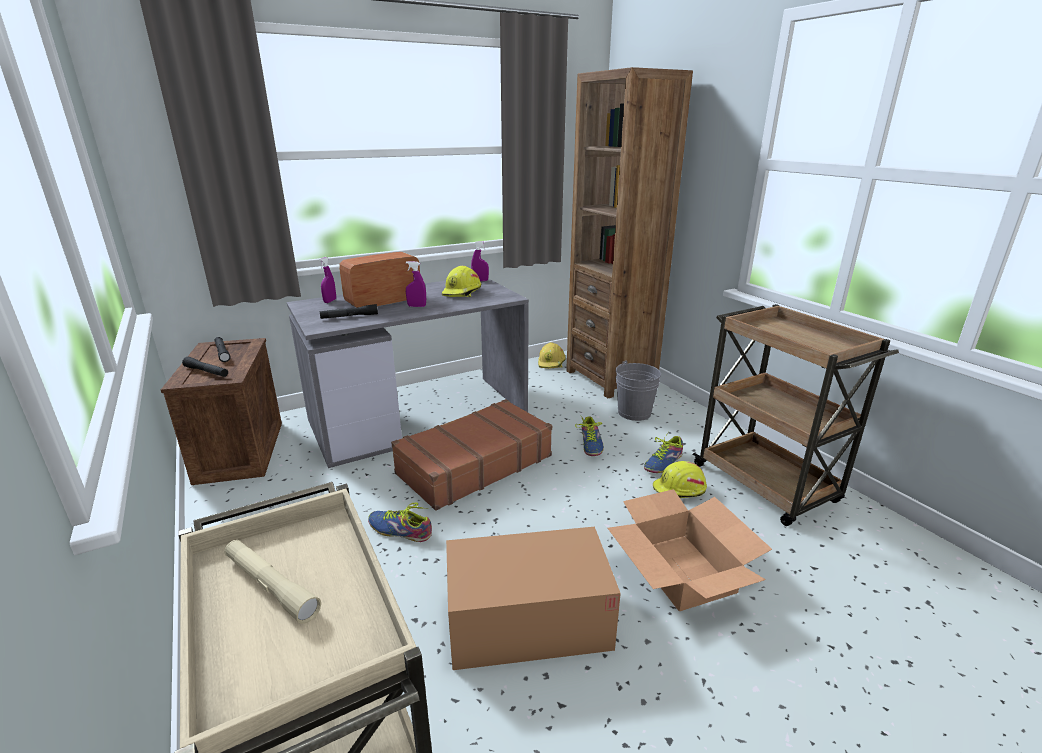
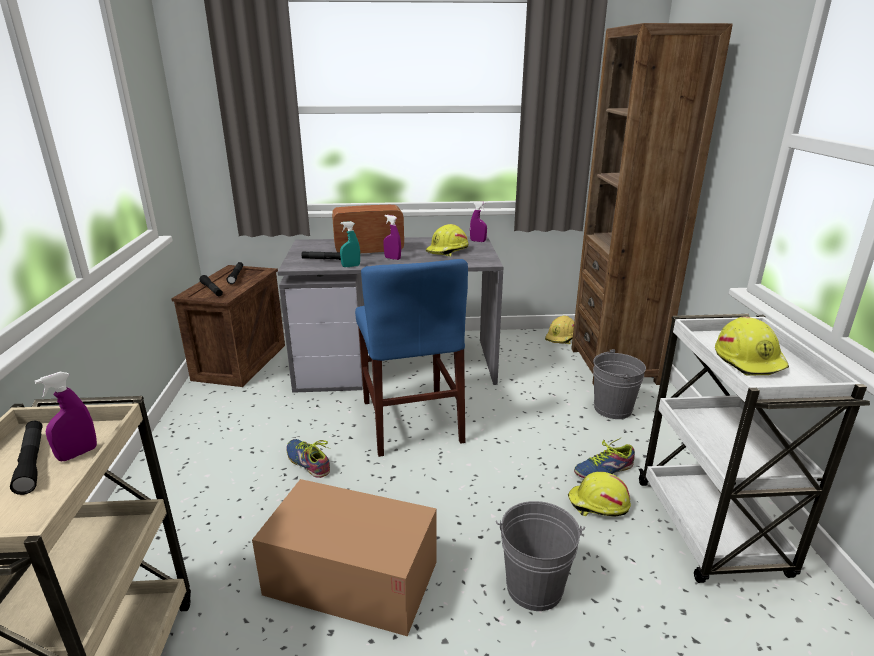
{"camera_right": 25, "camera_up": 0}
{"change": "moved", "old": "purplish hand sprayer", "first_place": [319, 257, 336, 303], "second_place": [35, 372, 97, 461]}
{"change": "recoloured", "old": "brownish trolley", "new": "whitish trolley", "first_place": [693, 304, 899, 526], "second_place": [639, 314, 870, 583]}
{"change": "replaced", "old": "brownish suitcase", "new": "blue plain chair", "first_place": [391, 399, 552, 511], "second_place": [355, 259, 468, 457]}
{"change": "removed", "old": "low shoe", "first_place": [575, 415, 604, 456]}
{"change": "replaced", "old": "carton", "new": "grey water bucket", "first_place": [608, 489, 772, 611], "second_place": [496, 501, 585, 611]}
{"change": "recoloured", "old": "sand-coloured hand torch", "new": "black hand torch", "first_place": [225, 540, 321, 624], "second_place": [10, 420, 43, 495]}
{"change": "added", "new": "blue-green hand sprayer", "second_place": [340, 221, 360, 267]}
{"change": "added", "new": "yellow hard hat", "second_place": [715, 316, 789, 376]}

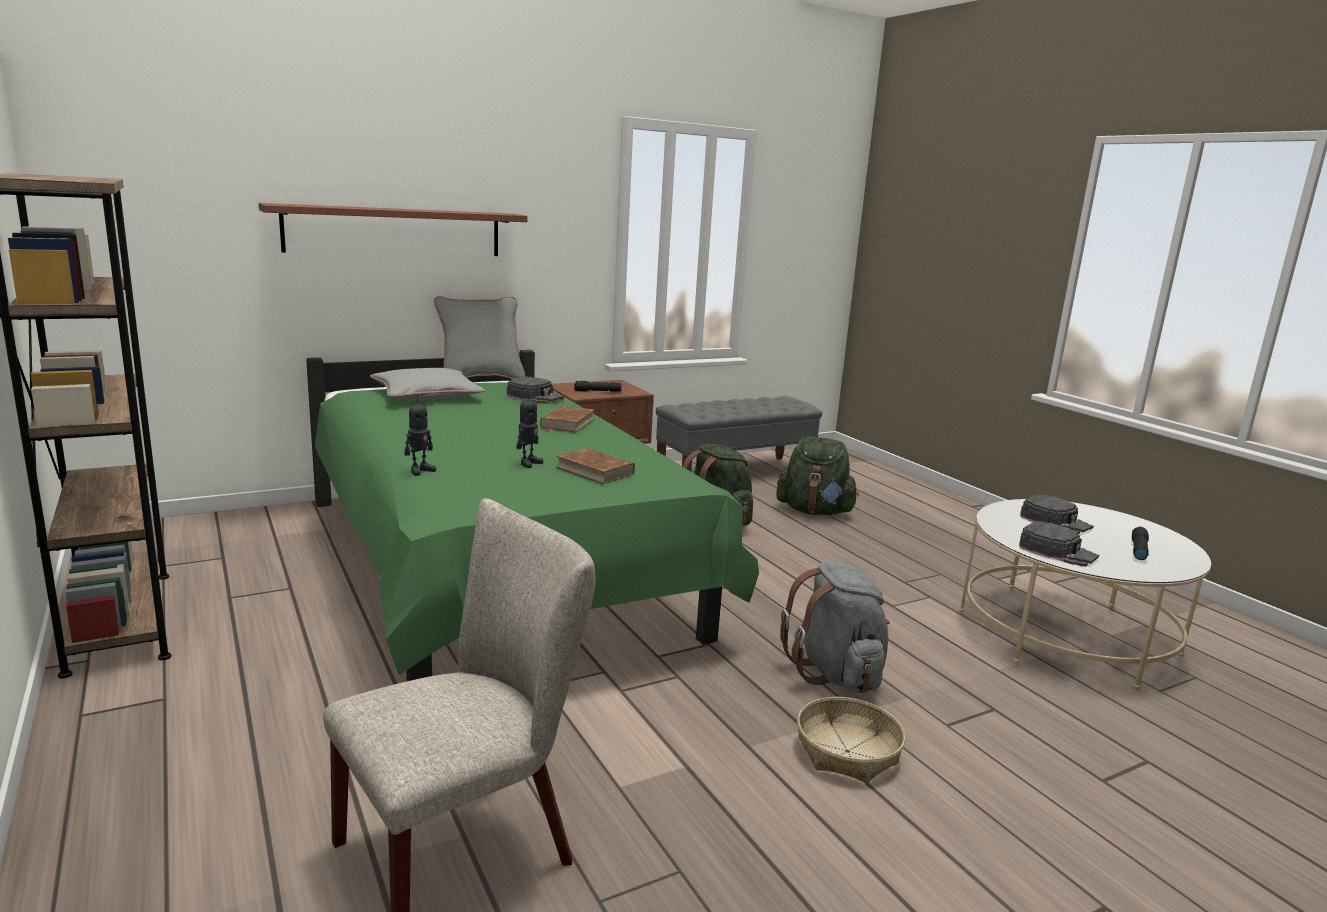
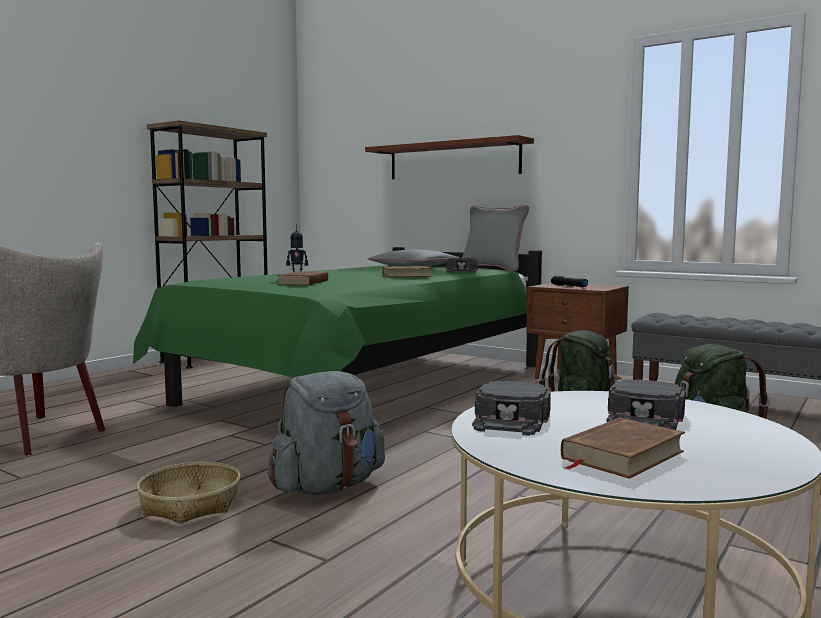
{"camera_right": 65, "camera_up": -10}
{"change": "removed", "old": "toy robot", "first_place": [405, 394, 436, 476]}
{"change": "replaced", "old": "black hand torch", "new": "brownish volume", "first_place": [1132, 527, 1149, 560], "second_place": [561, 418, 685, 479]}

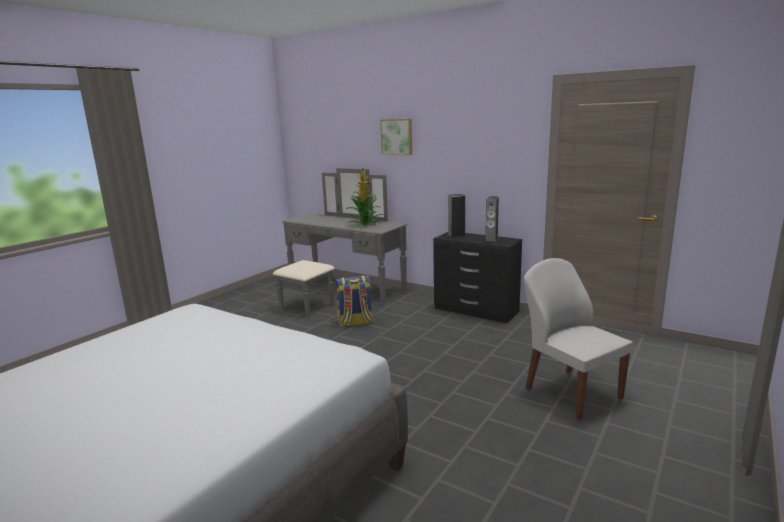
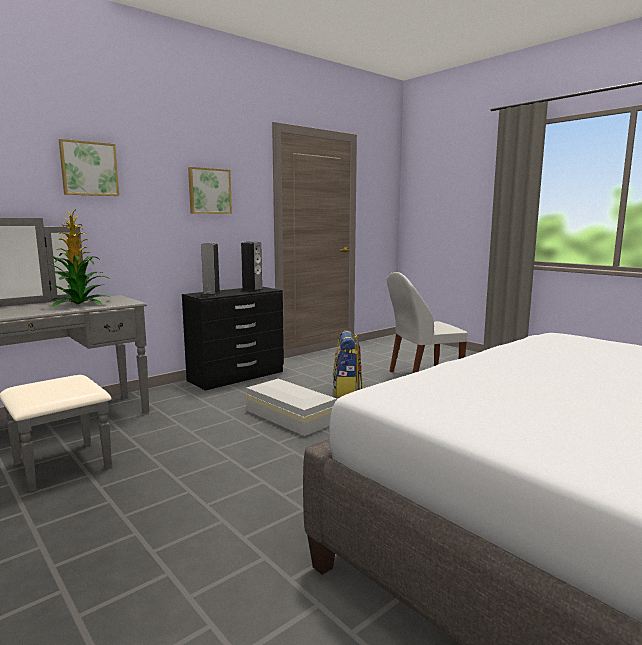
{"camera_right": -75, "camera_up": -5}
{"change": "moved", "old": "rucksack", "first_place": [335, 275, 373, 327], "second_place": [333, 331, 363, 397]}
{"change": "added", "new": "wall picture", "second_place": [188, 167, 232, 214]}
{"change": "added", "new": "whitish storage box", "second_place": [245, 379, 337, 436]}

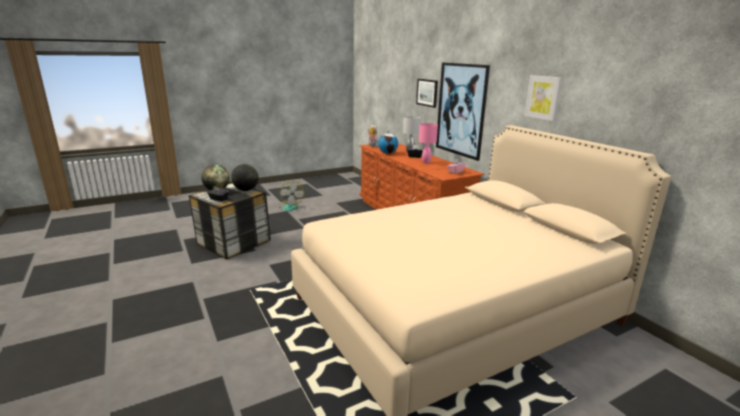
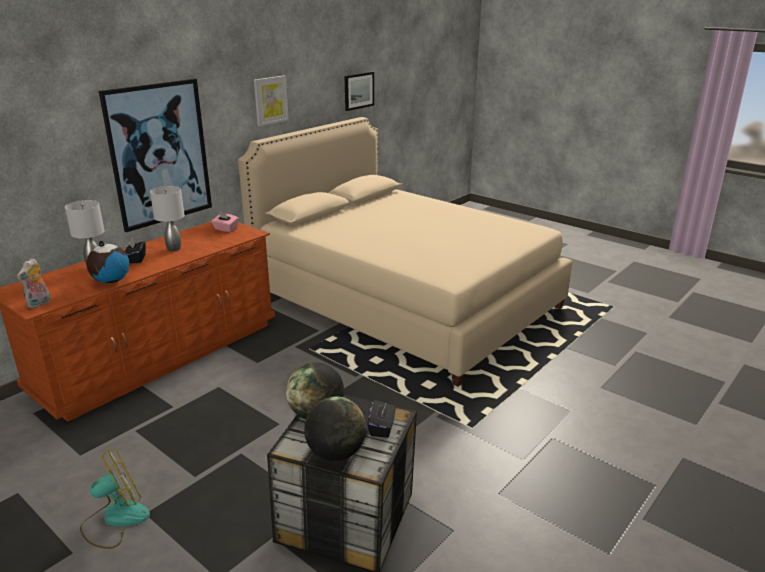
{"camera_right": -110, "camera_up": 5}
{"change": "moved", "old": "wall picture", "first_place": [416, 79, 438, 108], "second_place": [344, 72, 374, 111]}
{"change": "recoloured", "old": "pink table lamp", "new": "grey table lamp", "first_place": [419, 123, 438, 163], "second_place": [150, 186, 185, 251]}

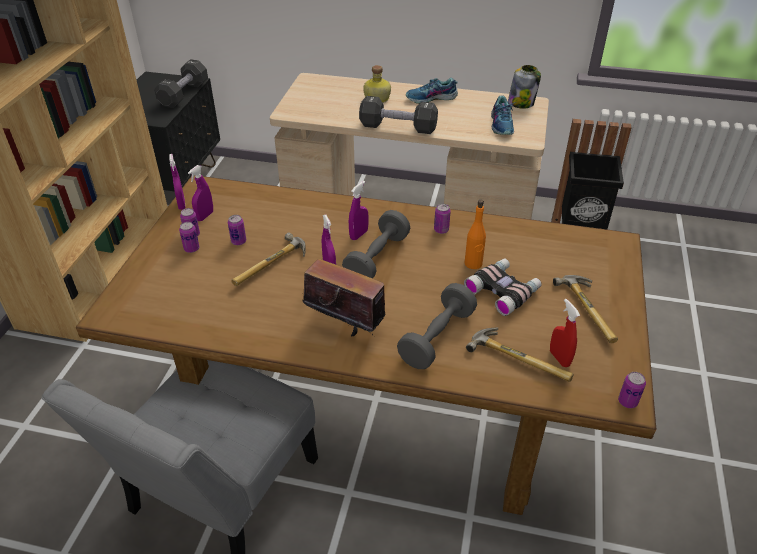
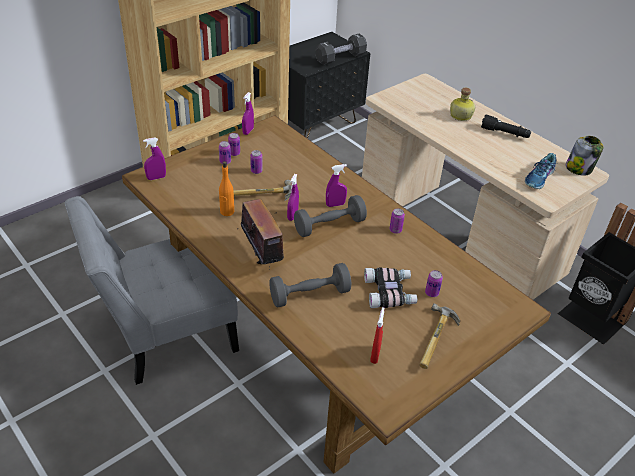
{"camera_right": 35, "camera_up": 0}
{"change": "replaced", "old": "low shoe", "new": "black hand torch", "first_place": [406, 78, 458, 104], "second_place": [481, 114, 531, 138]}
{"change": "removed", "old": "black dumbbell", "first_place": [359, 96, 438, 134]}
{"change": "moved", "old": "purplish hand sprayer", "first_place": [188, 165, 213, 221], "second_place": [143, 137, 166, 180]}
{"change": "moved", "old": "orange-coloured beverage bottle", "first_place": [464, 200, 486, 269], "second_place": [219, 161, 234, 216]}
{"change": "removed", "old": "hand hammer", "first_place": [466, 327, 574, 382]}
{"change": "moved", "old": "sealed can", "first_place": [618, 372, 646, 408], "second_place": [425, 270, 443, 297]}

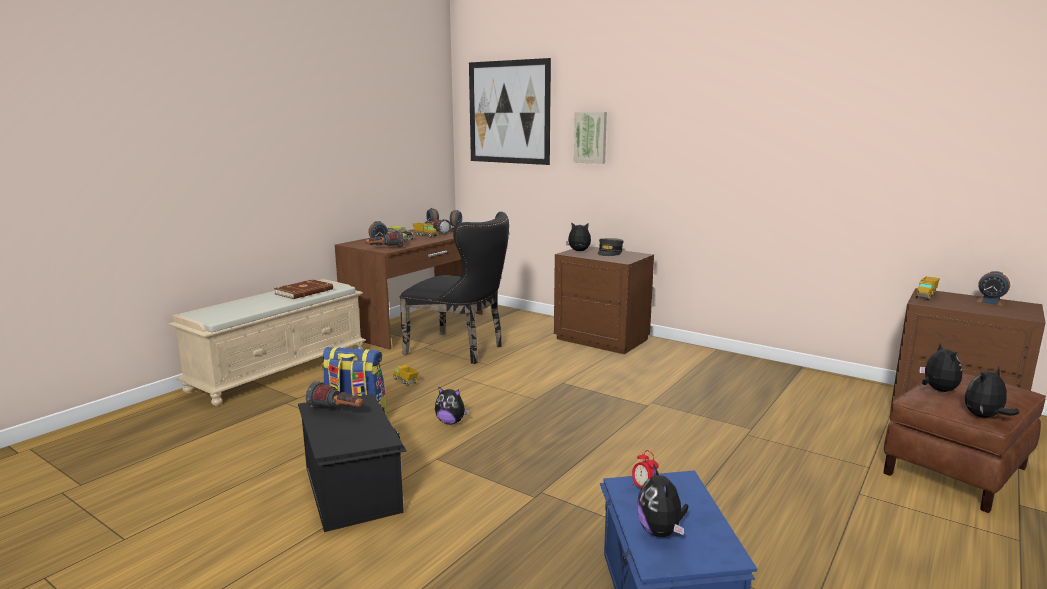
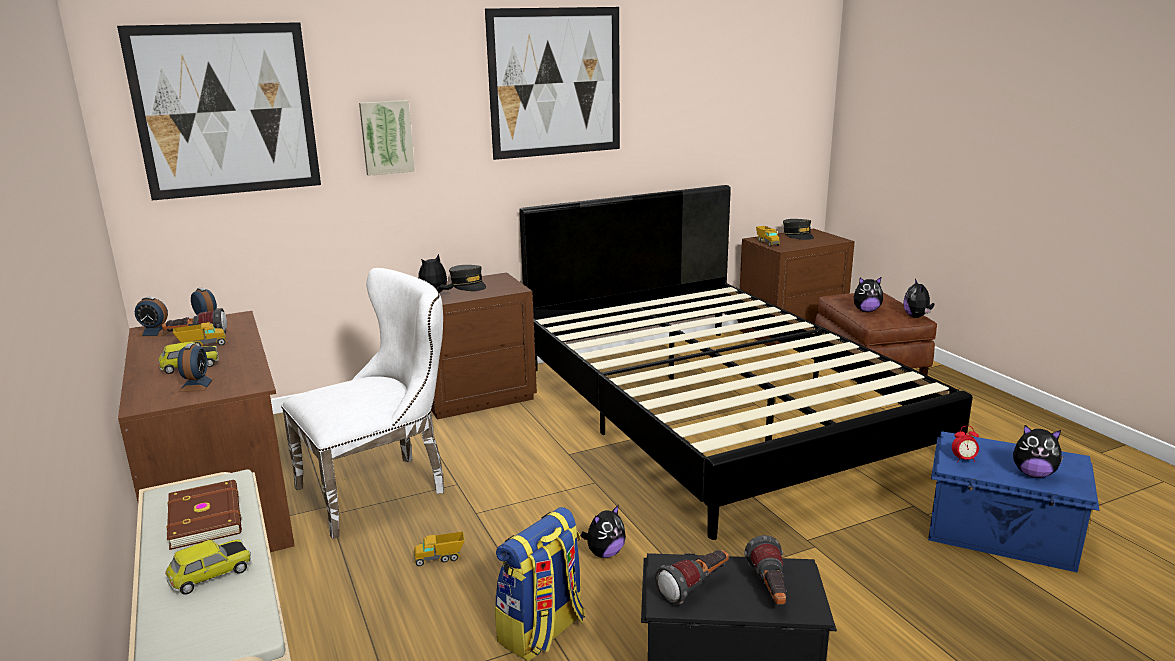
{"camera_right": -60, "camera_up": 5}
{"change": "recoloured", "old": "black plain chair", "new": "whitish plain chair", "first_place": [400, 212, 509, 364], "second_place": [281, 268, 444, 539]}
{"change": "moved", "old": "hand torch", "first_place": [365, 230, 404, 247], "second_place": [744, 535, 787, 605]}
{"change": "replaced", "old": "bedside clock", "new": "grey peaked cap", "first_place": [977, 271, 1010, 306], "second_place": [783, 219, 814, 240]}
{"change": "turned", "old": "cuddly toy", "first_place": [919, 343, 962, 392], "second_place": [854, 277, 883, 312], "degrees": 150}
{"change": "added", "new": "wall picture", "second_place": [485, 7, 620, 160]}
{"change": "added", "new": "black bed", "second_place": [519, 185, 973, 540]}
{"change": "added", "new": "model car", "second_place": [165, 539, 251, 595]}

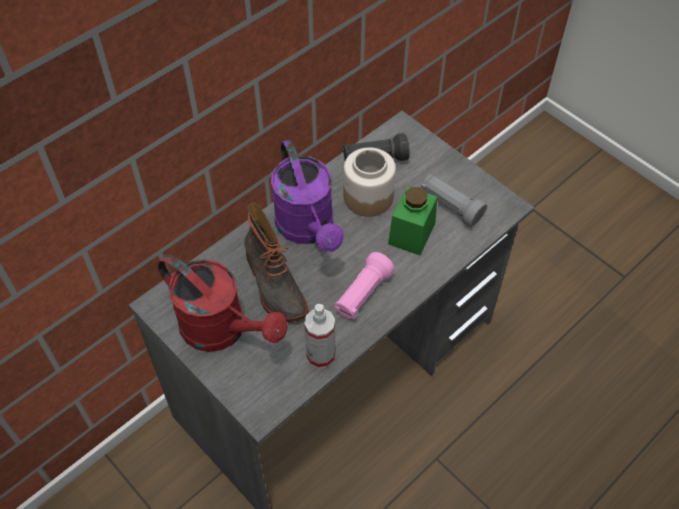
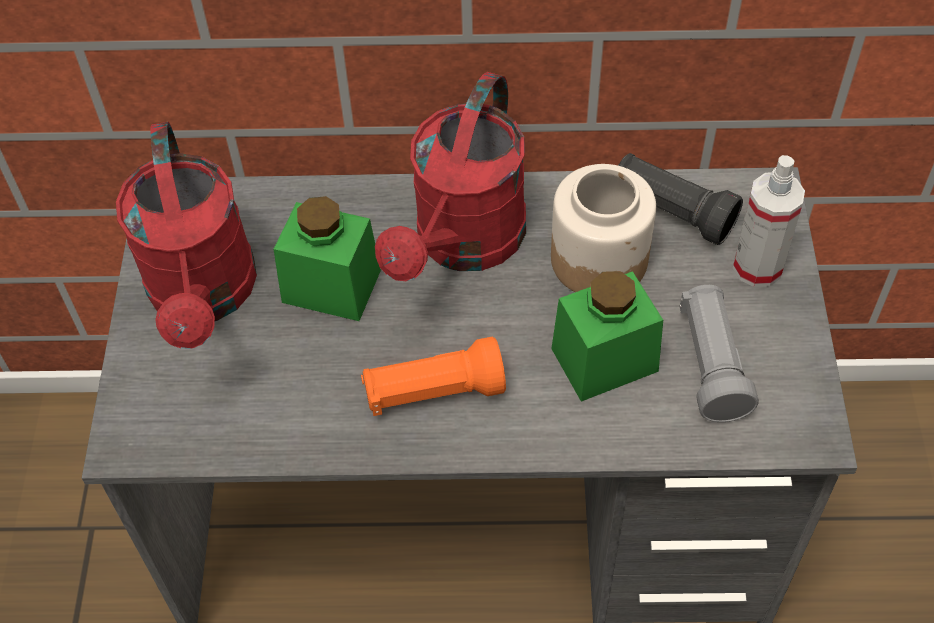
{"camera_right": 45, "camera_up": 0}
{"change": "recoloured", "old": "purplish sprinkling can", "new": "reddish sprinkling can", "first_place": [271, 140, 344, 252], "second_place": [375, 72, 526, 281]}
{"change": "replaced", "old": "boot", "new": "greenish preserve jar", "first_place": [244, 203, 308, 322], "second_place": [274, 196, 381, 321]}
{"change": "recoloured", "old": "pink hand torch", "new": "orange-coloured hand torch", "first_place": [335, 252, 395, 320], "second_place": [361, 337, 506, 416]}
{"change": "moved", "old": "hand sprayer", "first_place": [304, 304, 335, 369], "second_place": [733, 155, 805, 287]}

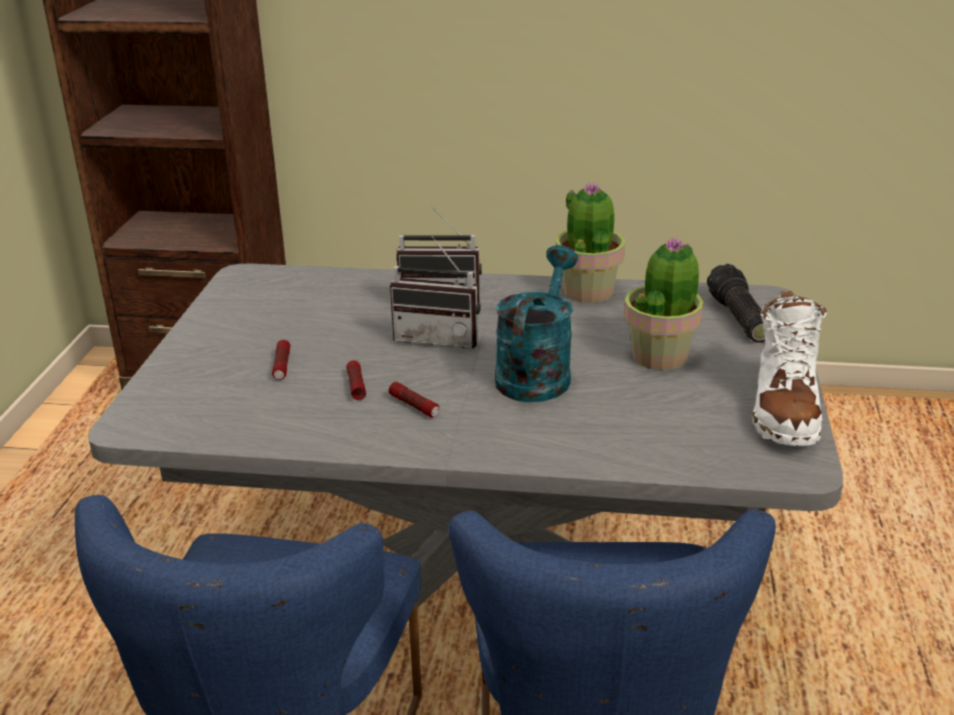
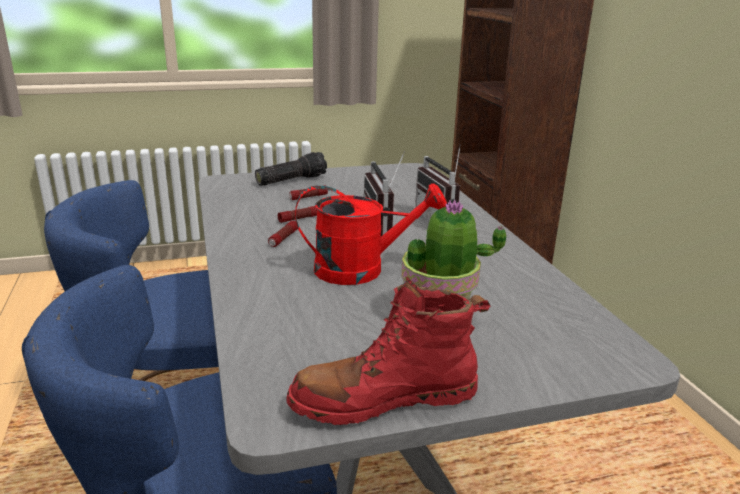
{"camera_right": 65, "camera_up": -5}
{"change": "removed", "old": "potted plant", "first_place": [556, 182, 625, 303]}
{"change": "recoloured", "old": "blue-green sprinkling can", "new": "reddish sprinkling can", "first_place": [495, 245, 578, 402], "second_place": [295, 183, 447, 285]}
{"change": "moved", "old": "hand torch", "first_place": [707, 264, 765, 343], "second_place": [255, 152, 327, 186]}
{"change": "recoloured", "old": "whitish boot", "new": "reddish boot", "first_place": [752, 291, 827, 446], "second_place": [286, 276, 490, 425]}

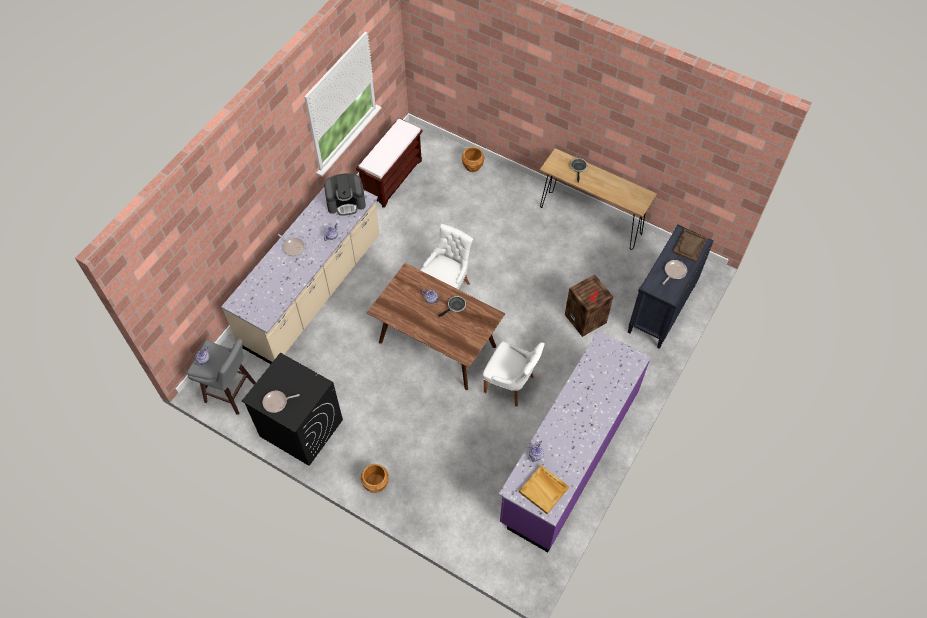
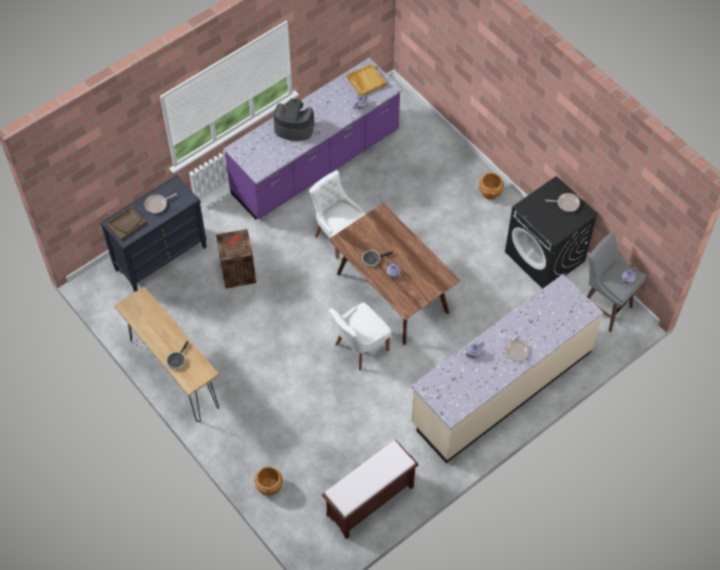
{"camera_right": -160, "camera_up": 0}
{"change": "moved", "old": "coffee maker", "first_place": [324, 173, 366, 216], "second_place": [273, 99, 314, 141]}

